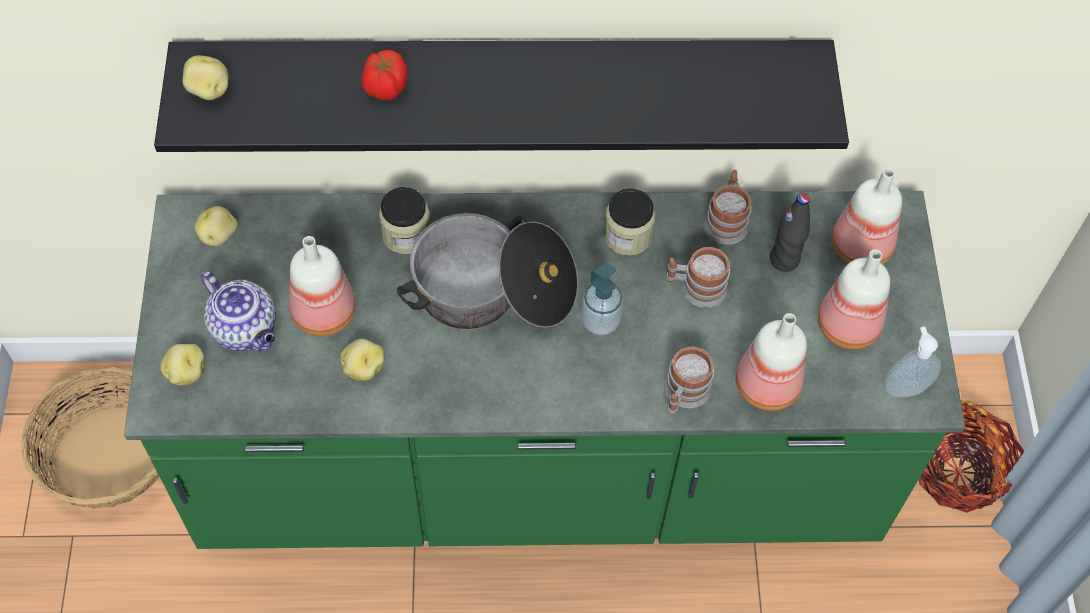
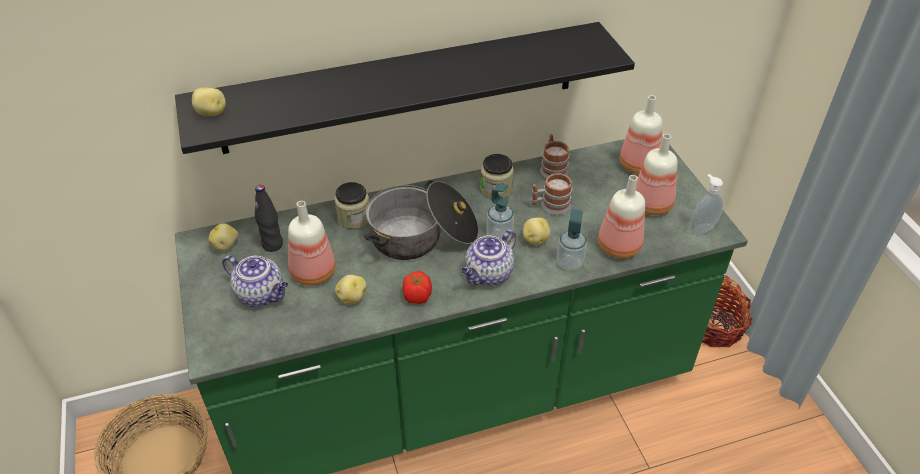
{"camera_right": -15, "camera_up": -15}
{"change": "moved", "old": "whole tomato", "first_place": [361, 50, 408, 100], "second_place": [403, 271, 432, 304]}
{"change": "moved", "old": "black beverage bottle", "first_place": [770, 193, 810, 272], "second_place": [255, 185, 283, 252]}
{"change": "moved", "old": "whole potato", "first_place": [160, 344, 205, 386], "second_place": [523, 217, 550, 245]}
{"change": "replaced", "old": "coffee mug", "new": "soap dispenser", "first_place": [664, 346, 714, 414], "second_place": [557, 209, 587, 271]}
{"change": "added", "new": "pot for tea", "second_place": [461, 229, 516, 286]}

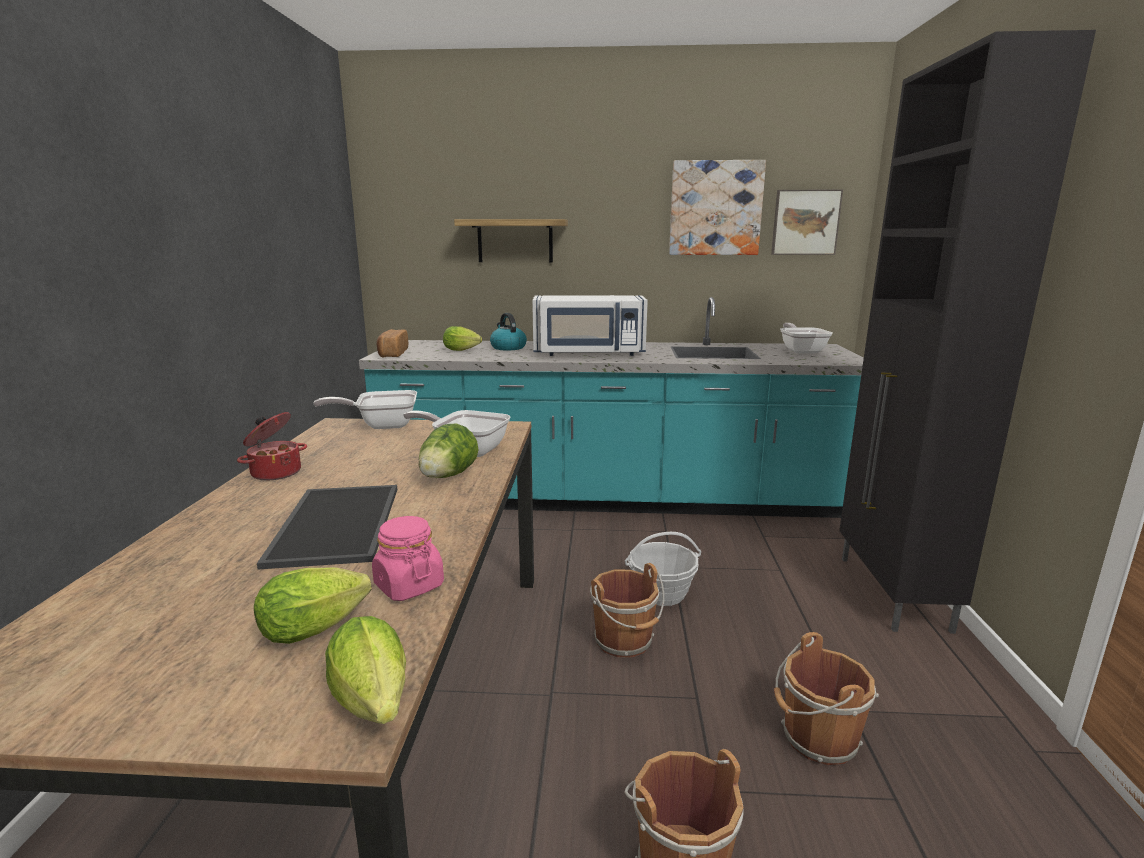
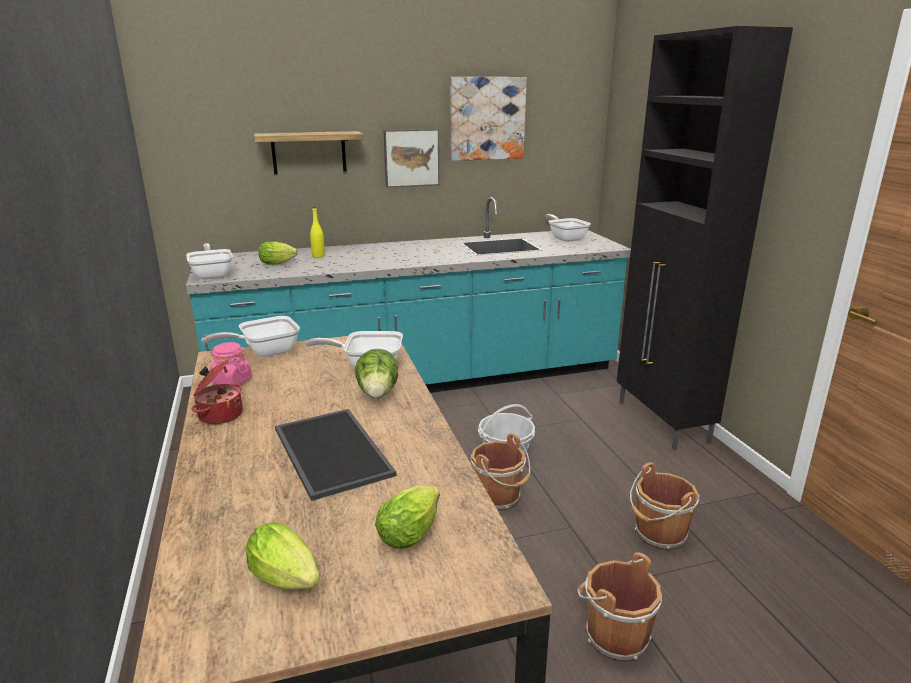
{"camera_right": -20, "camera_up": 5}
{"change": "moved", "old": "wall picture", "first_place": [771, 189, 843, 255], "second_place": [383, 129, 439, 187]}
{"change": "removed", "old": "whitish microwave", "first_place": [532, 295, 648, 356]}
{"change": "replaced", "old": "water kettle", "new": "yellow beverage bottle", "first_place": [490, 313, 527, 350], "second_place": [310, 207, 325, 258]}
{"change": "replaced", "old": "baked bread", "new": "skillet", "first_place": [376, 329, 408, 358], "second_place": [186, 243, 233, 279]}
{"change": "moved", "old": "pink preserve jar", "first_place": [372, 516, 444, 601], "second_place": [209, 342, 252, 385]}
{"change": "moved", "old": "lettuce", "first_place": [325, 616, 406, 724], "second_place": [246, 522, 320, 590]}

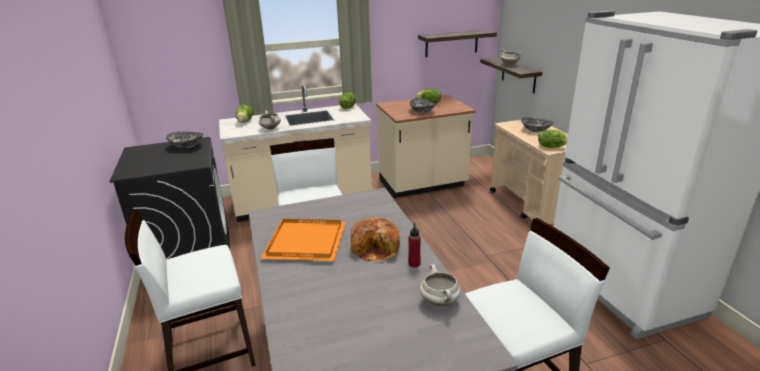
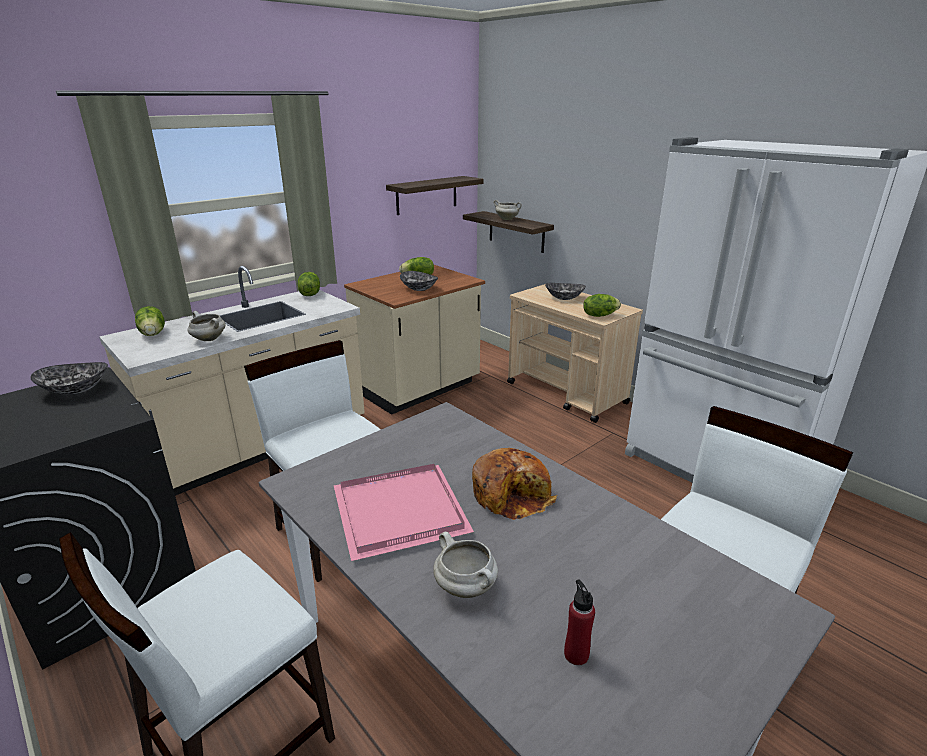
{"camera_right": -25, "camera_up": 0}
{"change": "recoloured", "old": "orange-coloured tray", "new": "pink tray", "first_place": [261, 219, 346, 261], "second_place": [334, 464, 474, 561]}
{"change": "moved", "old": "reddish beverage bottle", "first_place": [408, 223, 421, 267], "second_place": [564, 579, 595, 665]}
{"change": "moved", "old": "whitish saucepot", "first_place": [420, 265, 461, 306], "second_place": [433, 532, 498, 598]}

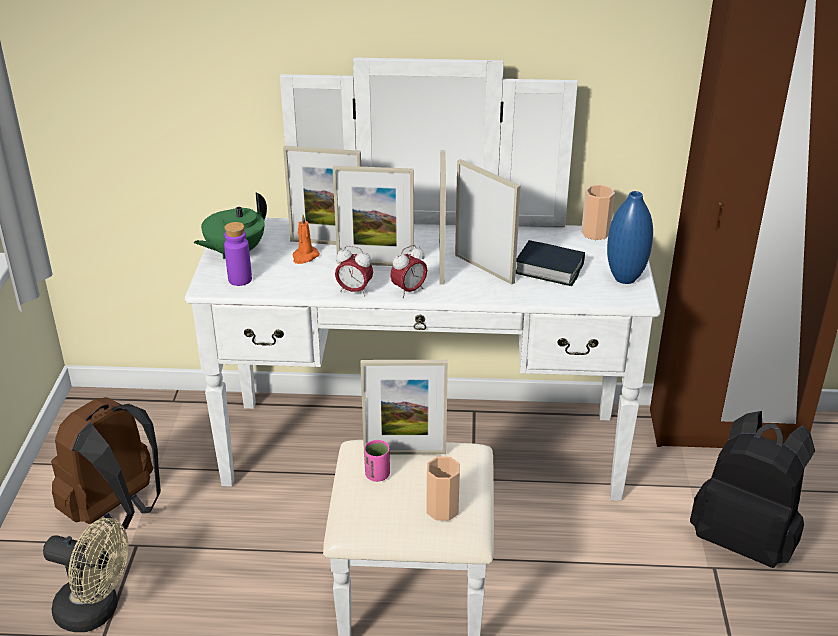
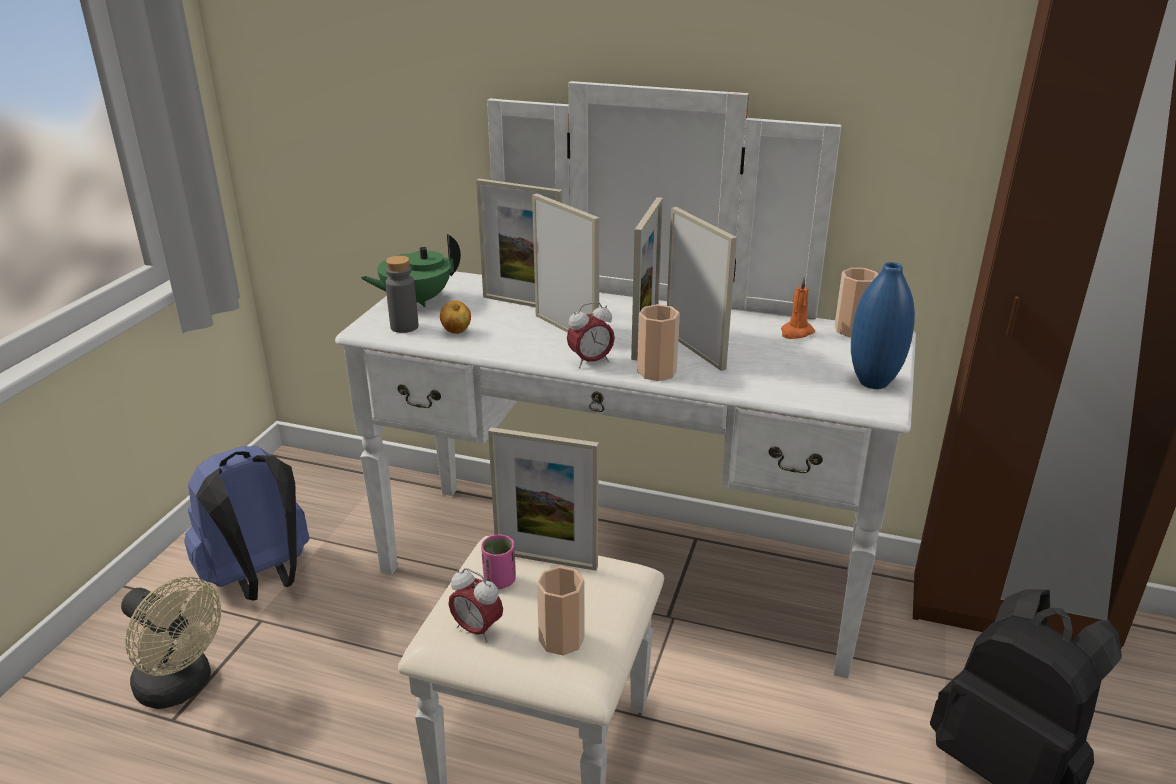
{"camera_right": 15, "camera_up": -5}
{"change": "turned", "old": "photo frame", "first_place": [333, 166, 414, 266], "second_place": [532, 193, 600, 333], "degrees": -150}
{"change": "moved", "old": "orange-coloured candle", "first_place": [293, 214, 320, 264], "second_place": [781, 277, 815, 339]}
{"change": "recoloured", "old": "purplish beverage bottle", "new": "grey beverage bottle", "first_place": [224, 222, 252, 286], "second_place": [385, 256, 418, 333]}
{"change": "removed", "old": "volume", "first_place": [516, 240, 585, 286]}
{"change": "moved", "old": "bedside clock", "first_place": [335, 246, 373, 297], "second_place": [449, 568, 503, 642]}
{"change": "recoloured", "old": "brownish rucksack", "new": "blue rucksack", "first_place": [51, 397, 161, 529], "second_place": [184, 446, 309, 601]}
{"change": "added", "new": "apple fruit", "second_place": [440, 300, 471, 334]}
{"change": "added", "new": "cup", "second_place": [637, 304, 680, 381]}

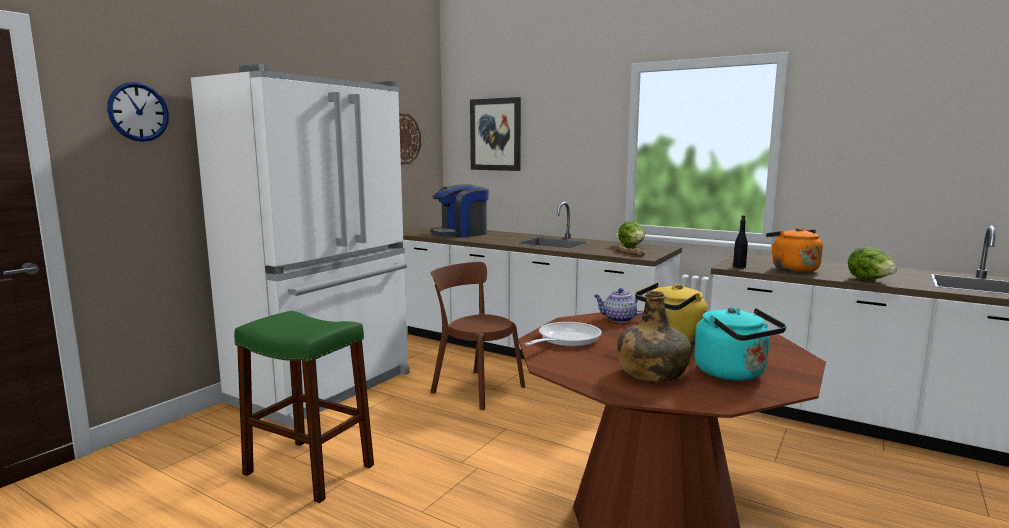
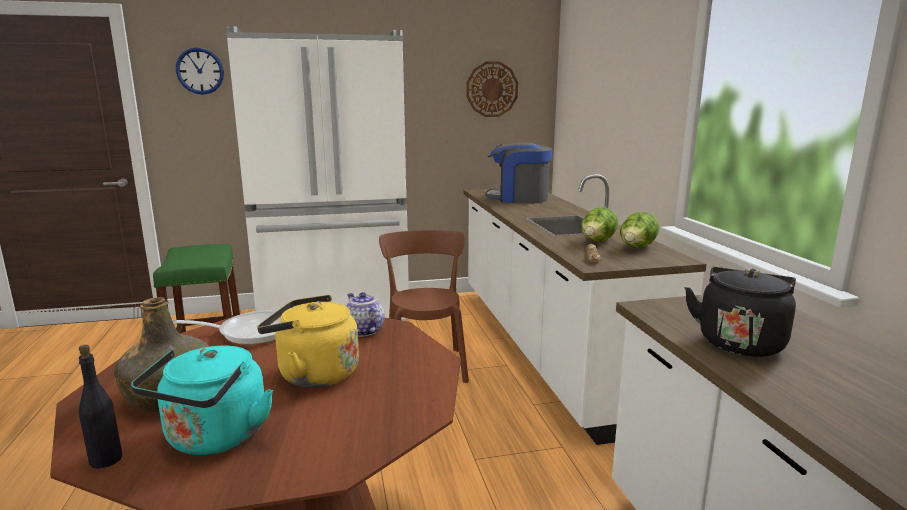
{"camera_right": 45, "camera_up": 5}
{"change": "removed", "old": "wall picture", "first_place": [470, 97, 521, 171]}
{"change": "moved", "old": "black beverage bottle", "first_place": [733, 215, 748, 268], "second_place": [79, 345, 122, 469]}
{"change": "recoloured", "old": "orange-coloured water kettle", "new": "black water kettle", "first_place": [766, 228, 823, 273], "second_place": [685, 267, 796, 357]}
{"change": "moved", "old": "lettuce", "first_place": [848, 247, 897, 280], "second_place": [581, 207, 618, 241]}

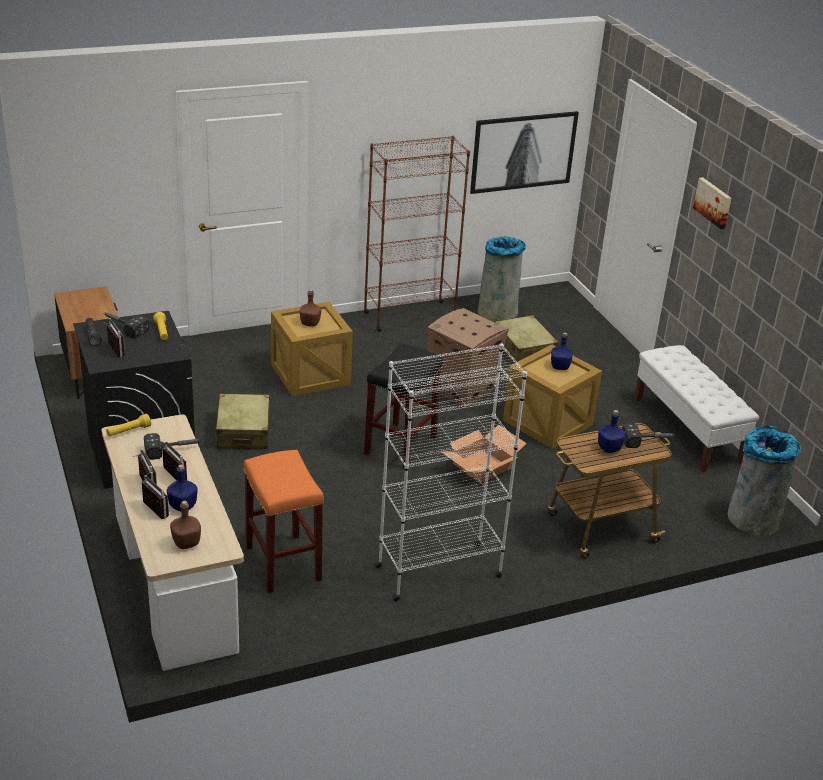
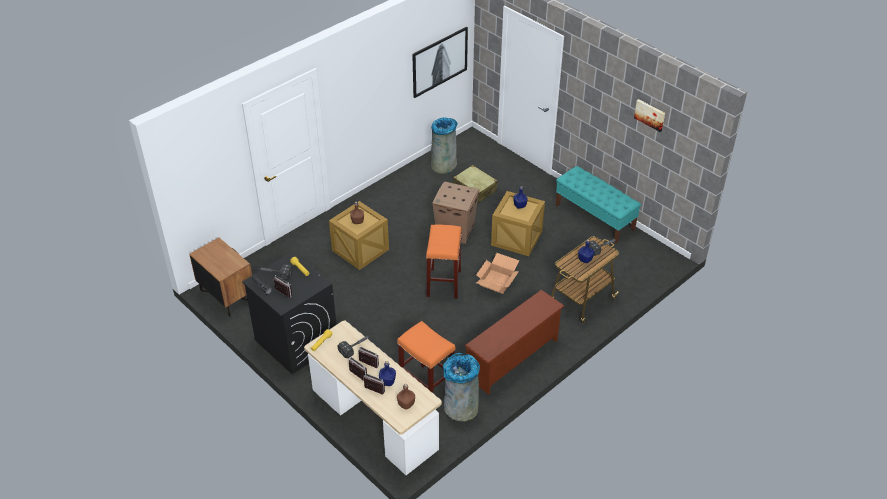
{"camera_right": -20, "camera_up": 10}
{"change": "removed", "old": "brownish bookshelf", "first_place": [364, 136, 470, 332]}
{"change": "moved", "old": "wall picture", "first_place": [693, 177, 731, 229], "second_place": [634, 99, 665, 132]}
{"change": "replaced", "old": "whitish bookshelf", "new": "brownish shoe stand", "first_place": [375, 343, 527, 601], "second_place": [464, 290, 564, 394]}
{"change": "recoloured", "old": "black stool", "new": "orange-coloured stool", "first_place": [364, 344, 443, 468], "second_place": [426, 224, 462, 299]}
{"change": "recoloured", "old": "whitish bench", "new": "blue-green bench", "first_place": [634, 345, 759, 472], "second_place": [555, 166, 641, 244]}
{"change": "removed", "old": "sand-coloured suitcase", "first_place": [216, 394, 271, 449]}
{"change": "moved", "old": "grey waste bin", "first_place": [728, 425, 801, 536], "second_place": [443, 353, 480, 421]}

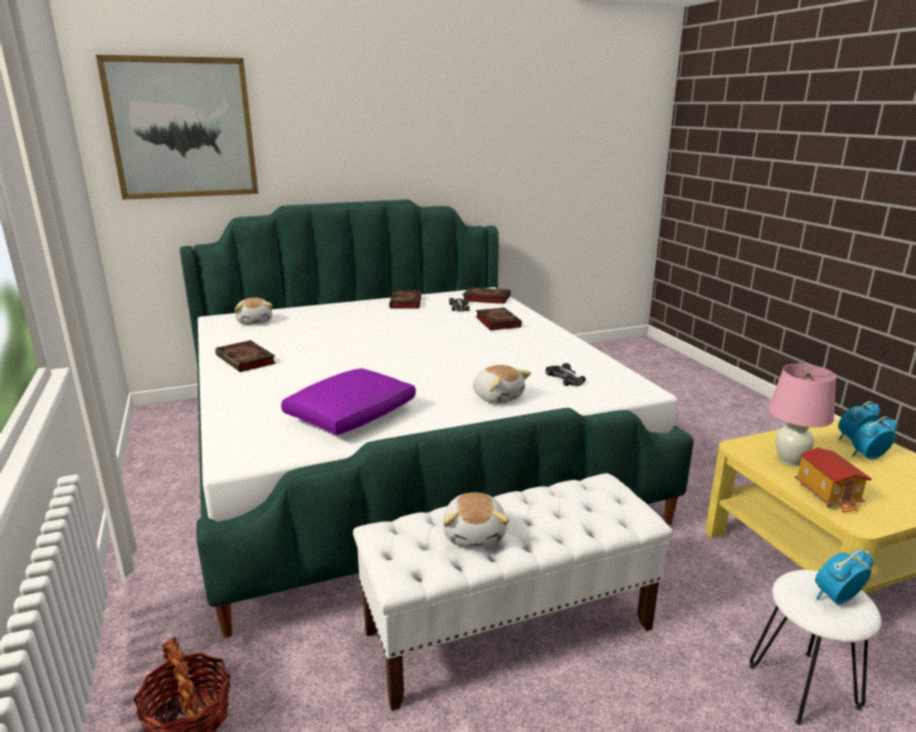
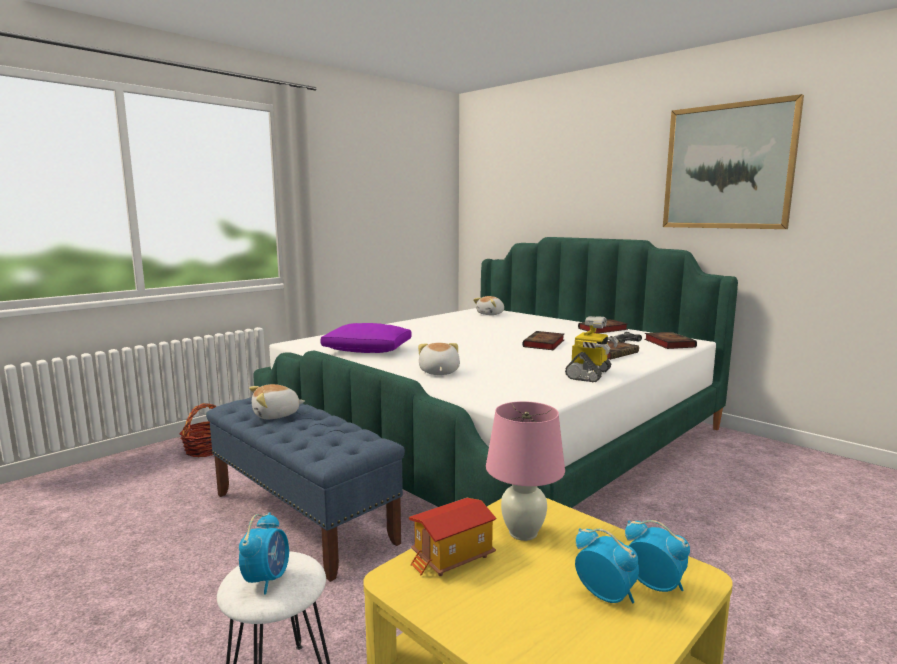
{"camera_right": 65, "camera_up": -10}
{"change": "moved", "old": "wall picture", "first_place": [96, 55, 258, 200], "second_place": [663, 94, 804, 229]}
{"change": "moved", "old": "volume", "first_place": [215, 340, 276, 372], "second_place": [523, 331, 564, 350]}
{"change": "removed", "old": "model car", "first_place": [546, 363, 586, 386]}
{"change": "turned", "old": "cuddly toy", "first_place": [473, 365, 531, 404], "second_place": [418, 343, 460, 375], "degrees": 150}
{"change": "recoloured", "old": "whitish bench", "new": "blue bench", "first_place": [353, 473, 673, 711], "second_place": [206, 397, 405, 582]}
{"change": "turned", "old": "bedside clock", "first_place": [815, 550, 873, 605], "second_place": [239, 512, 289, 595], "degrees": 60}
{"change": "added", "new": "toy robot", "second_place": [565, 316, 618, 382]}

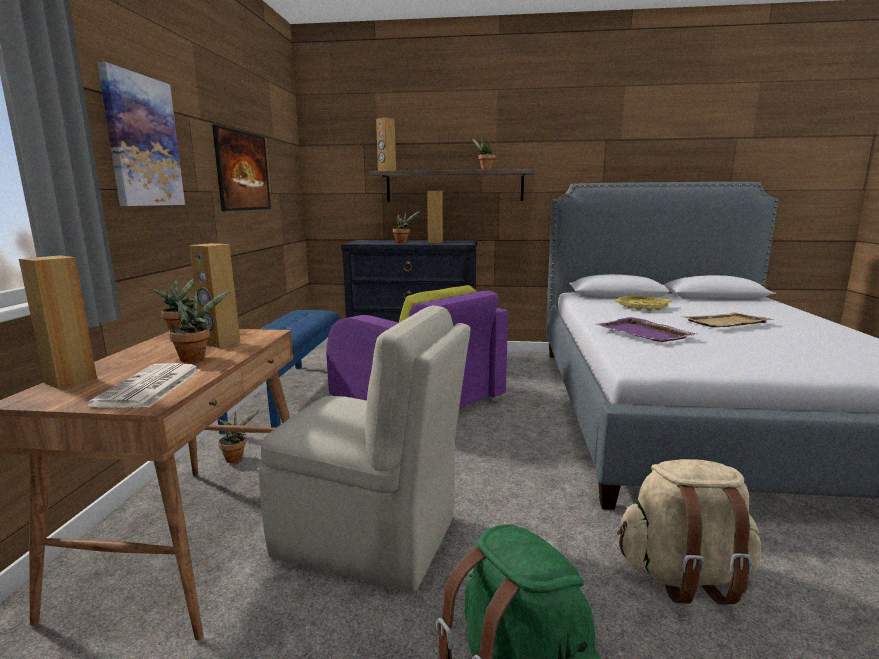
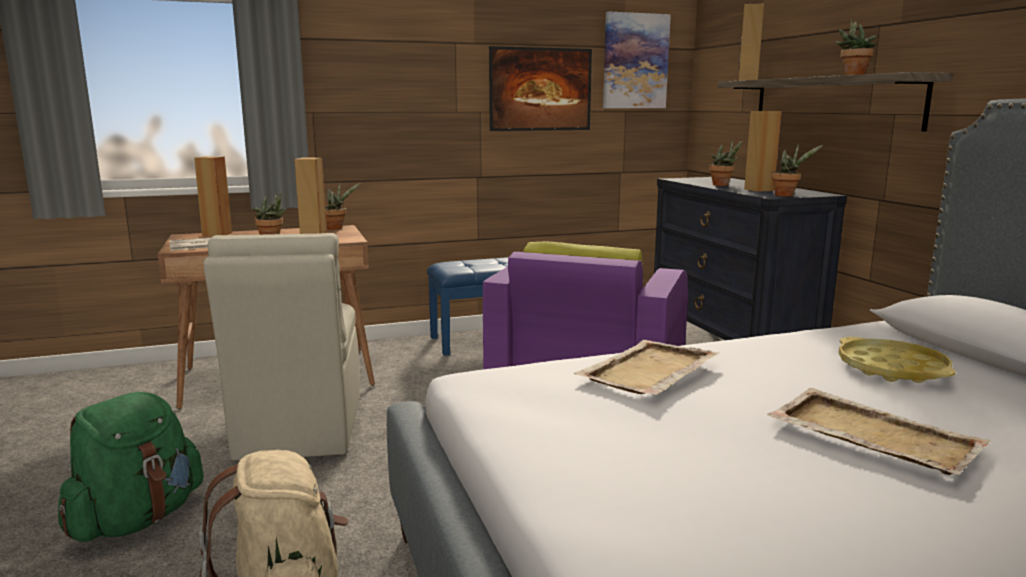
{"camera_right": 65, "camera_up": 0}
{"change": "moved", "old": "wall picture", "first_place": [97, 62, 185, 206], "second_place": [603, 12, 671, 108]}
{"change": "recoloured", "old": "purplish tray", "new": "sand-coloured tray", "first_place": [597, 317, 697, 342], "second_place": [574, 340, 719, 395]}
{"change": "moved", "old": "potted plant", "first_place": [218, 410, 260, 463], "second_place": [771, 144, 823, 197]}

